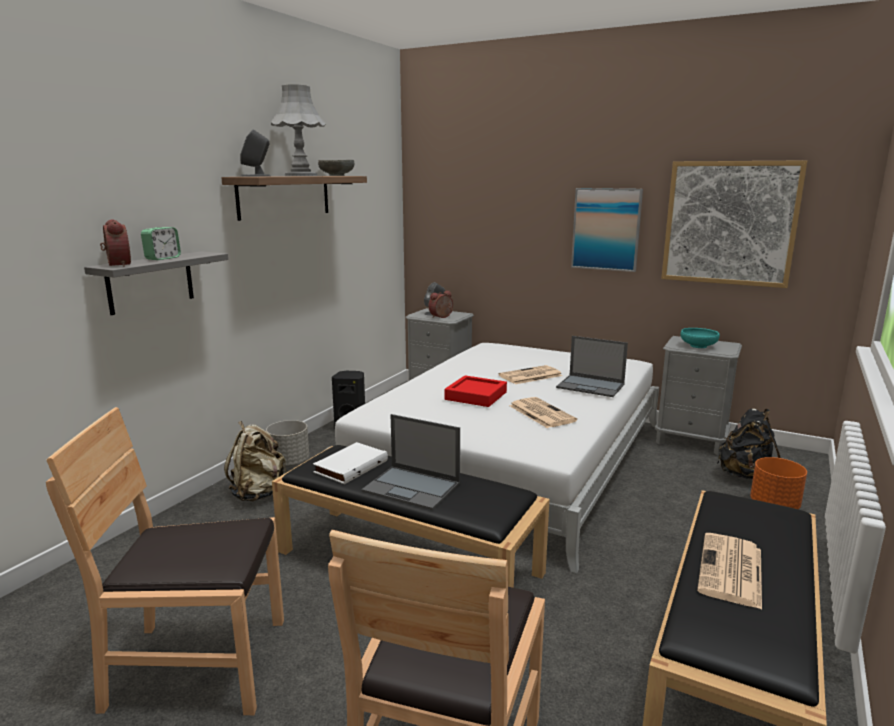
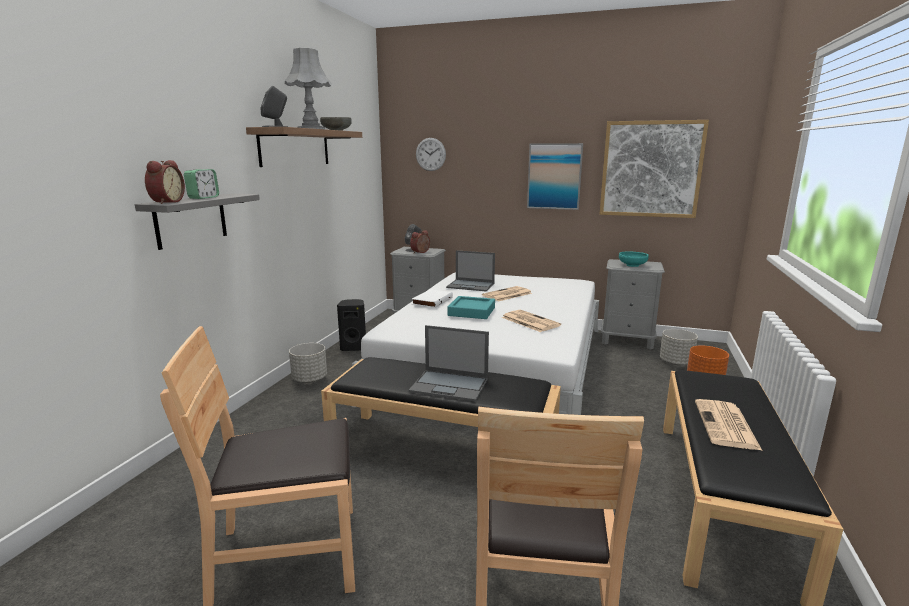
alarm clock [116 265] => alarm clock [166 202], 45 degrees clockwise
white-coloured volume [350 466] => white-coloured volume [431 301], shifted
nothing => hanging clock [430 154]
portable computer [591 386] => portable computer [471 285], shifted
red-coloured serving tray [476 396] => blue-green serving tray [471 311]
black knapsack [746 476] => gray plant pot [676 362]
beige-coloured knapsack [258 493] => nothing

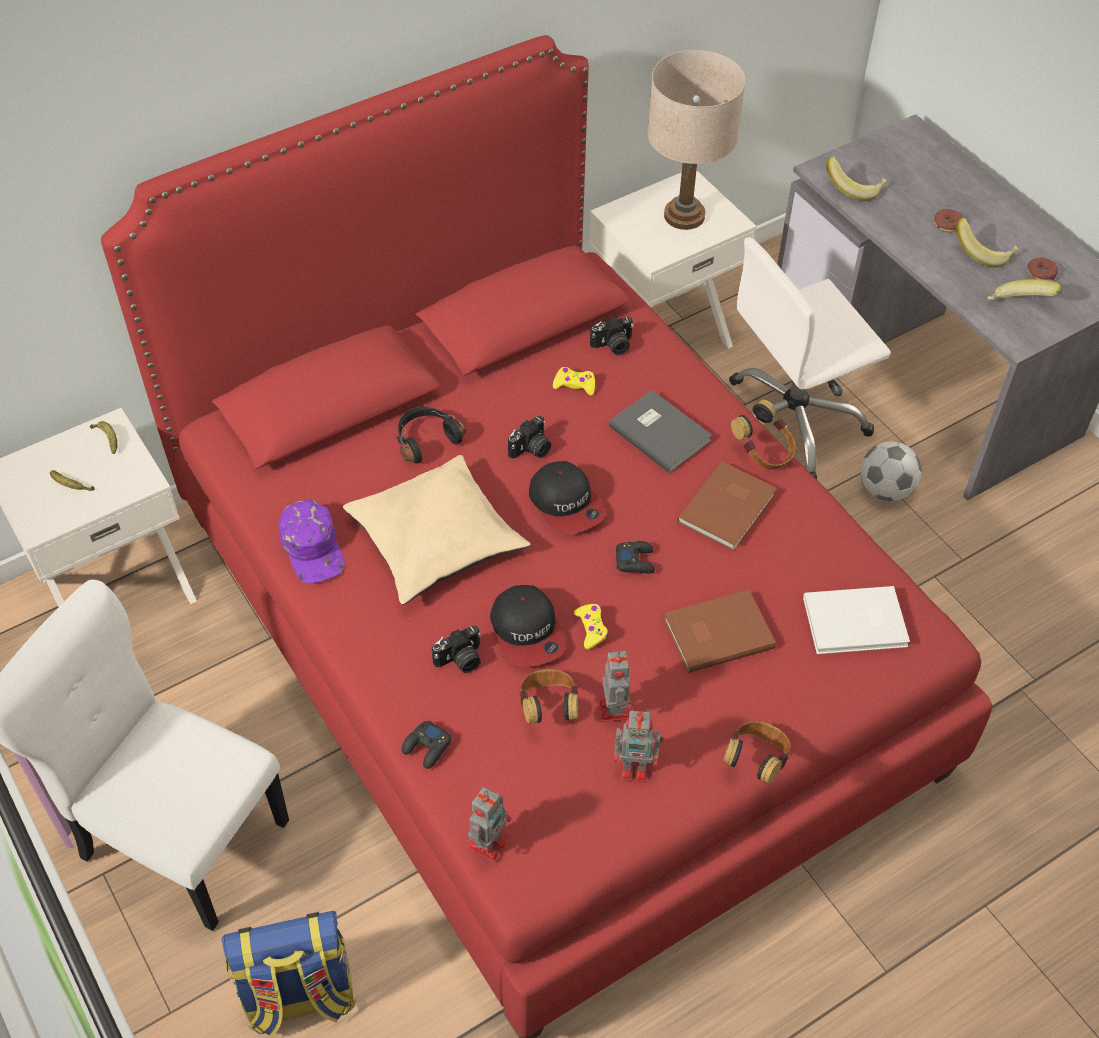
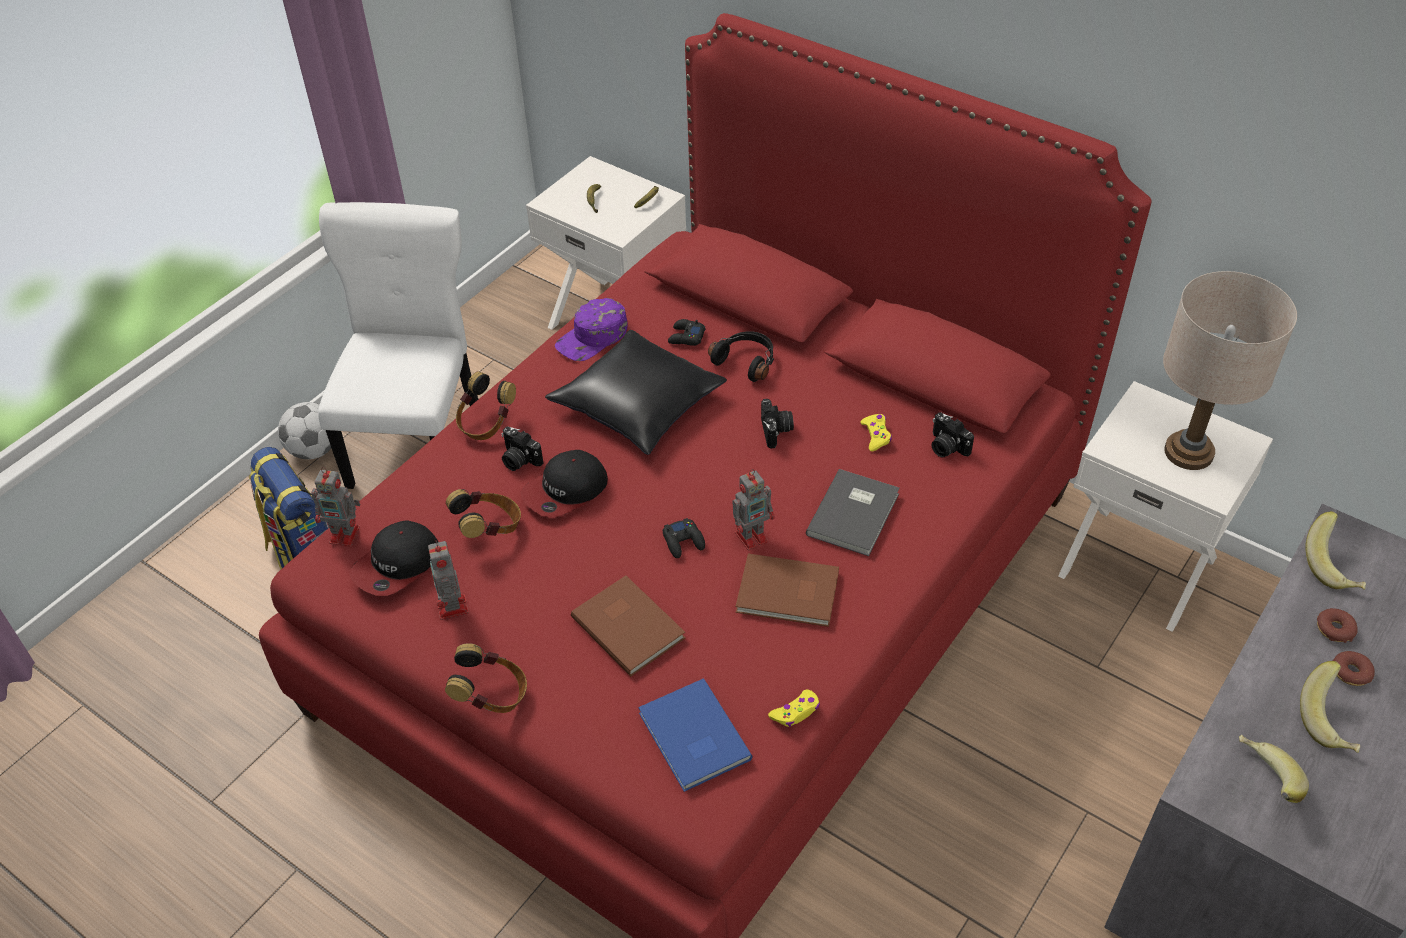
football ball [885 490] => football ball [314 450], shifted
baseball cap [566 503] => baseball cap [397 565], shifted
headphones [763 452] => headphones [486 424], shifted
beige-coloured throw pillow [436 539] => black throw pillow [639 404]
white-coloured volume [857 624] => blue volume [692 738]
black gamepad [427 747] => black gamepad [686 337], shifted
toy robot [614 708] => toy robot [752 536], shifted
still camera [531 449] => still camera [776 431], 120 degrees counterclockwise
yellowish gamepad [591 628] => yellowish gamepad [796 712], shifted
donut [1040 273] => donut [1334 629], shifted
white-coloured computer chair [791 423] => nothing

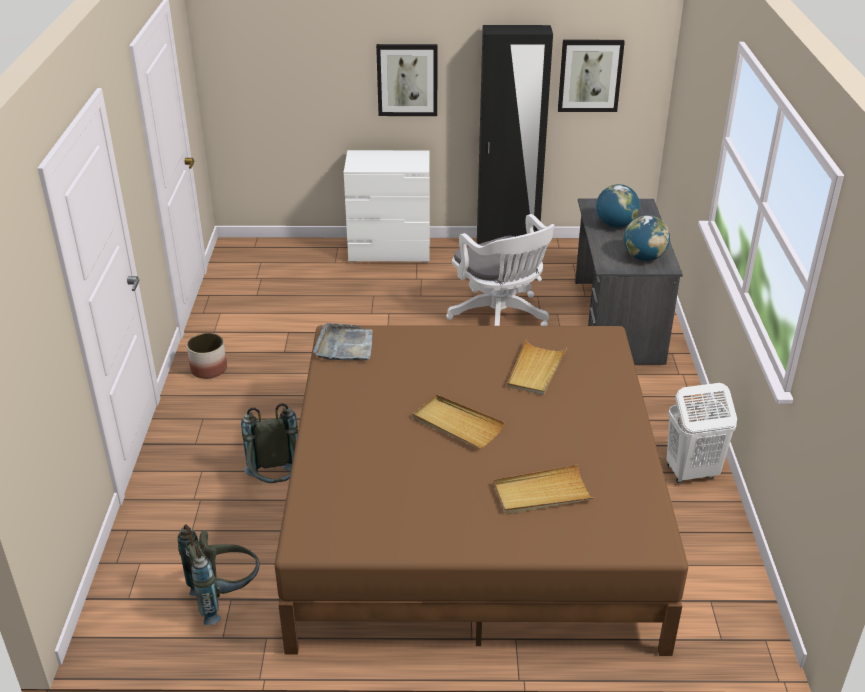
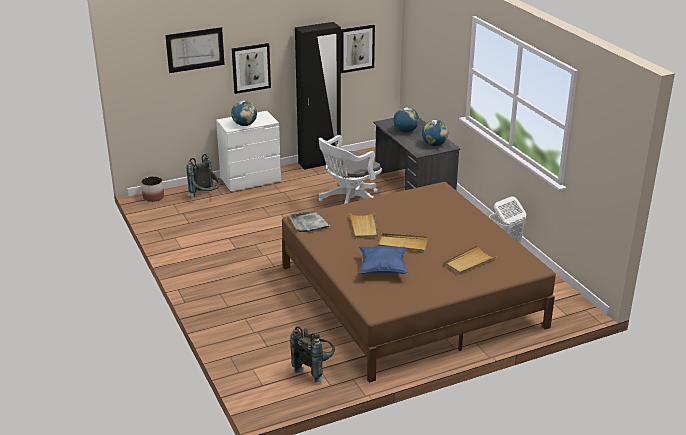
plant pot [209 369] => plant pot [153 197], shifted
nothing => wall picture [195 50]
gray knapsack [276 483] => gray knapsack [206 197], shifted
nothing => globe [244 125]
white-coloured computer chair [501 318] => white-coloured computer chair [348 202], 105 degrees clockwise
beige-coloured serving tray [535 370] => beige-coloured serving tray [364 227], shifted
nothing => blue throw pillow [382 269]

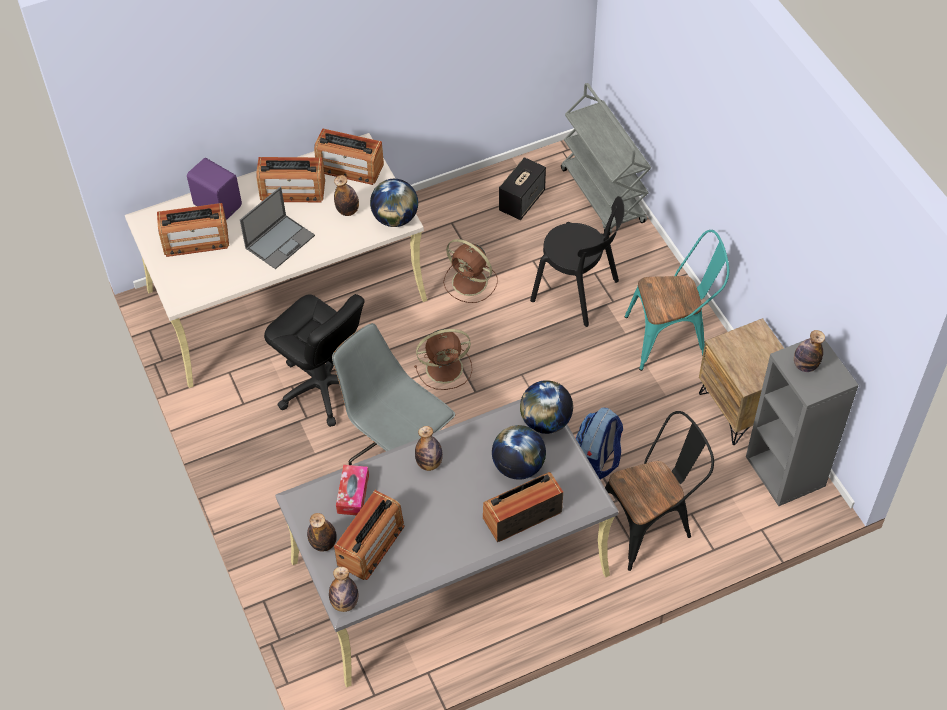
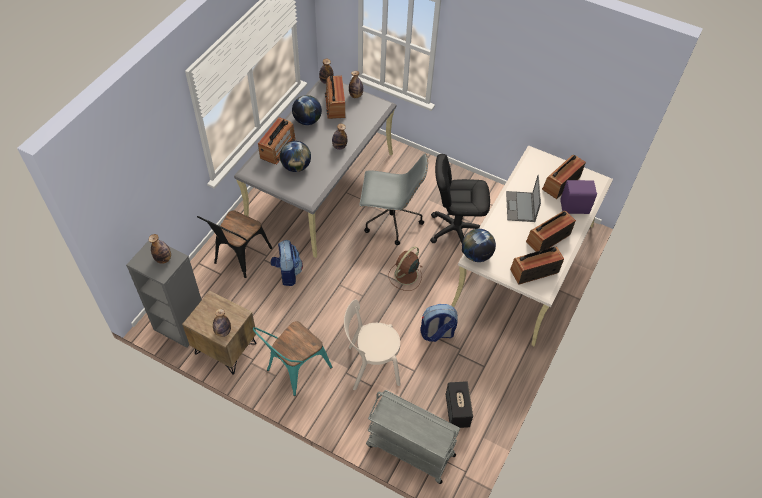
beverage bottle [348 211] => beverage bottle [223 332], shifted
globe [545 421] => globe [307 120], shifted
black upright chair [578 292] => beige-coloured upright chair [370 366]
brownish electric fan [471 282] => knapsack [437 333]
tissue box [353 494] => nothing

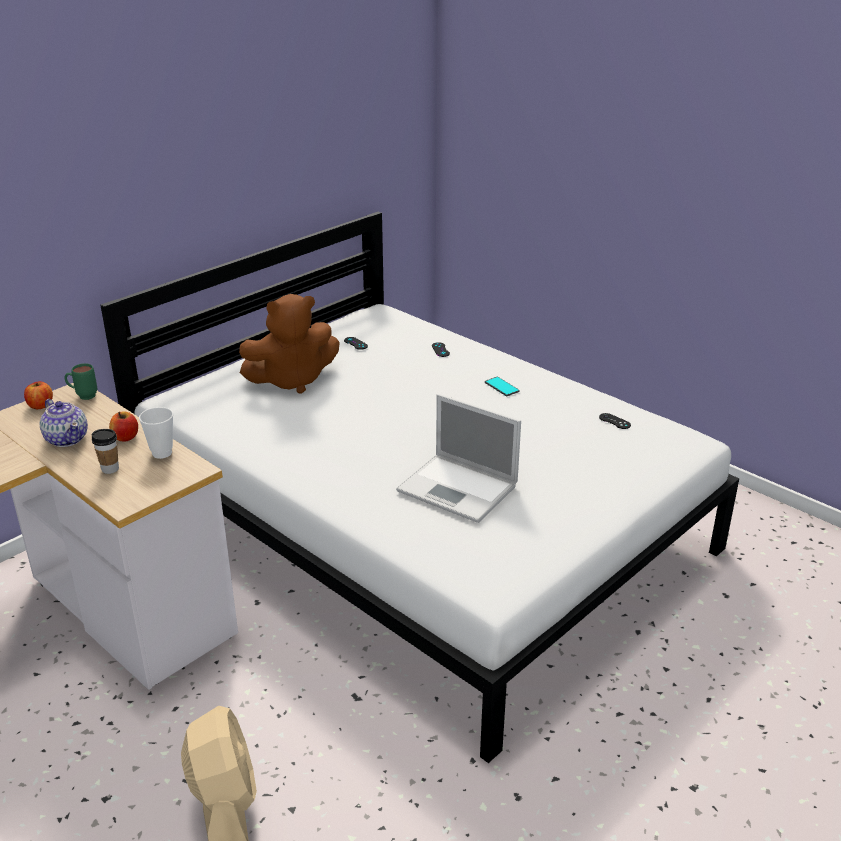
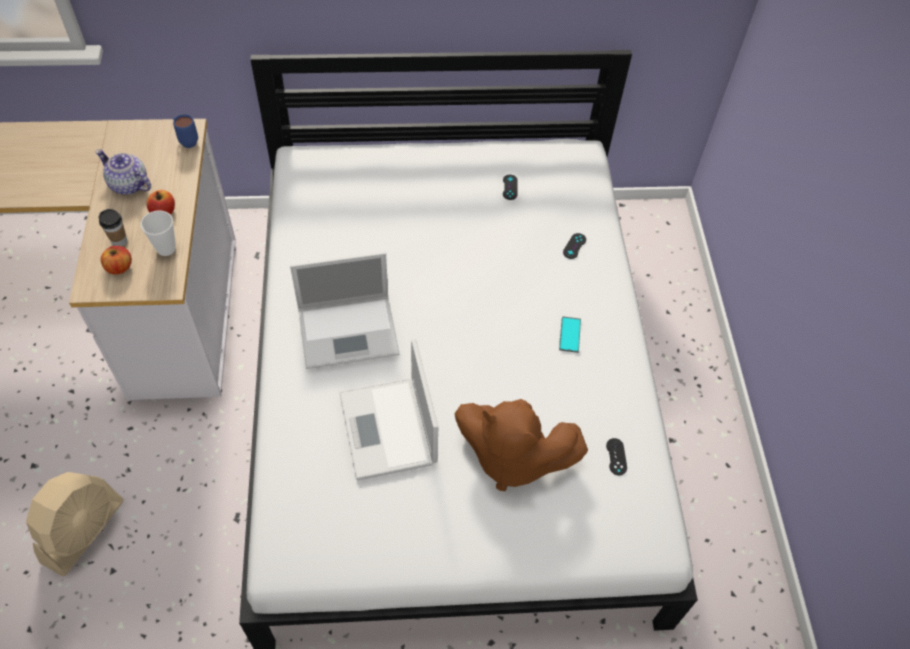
pot for tea [67 439] => pot for tea [129 185], 120 degrees clockwise
apple fruit [40 405] => apple fruit [119 267], shifted
green coffee mug [83 396] => blue coffee mug [187 141]
nothing => portable computer [350 330]
brownish soft toy [292 380] => brownish soft toy [511 457], shifted

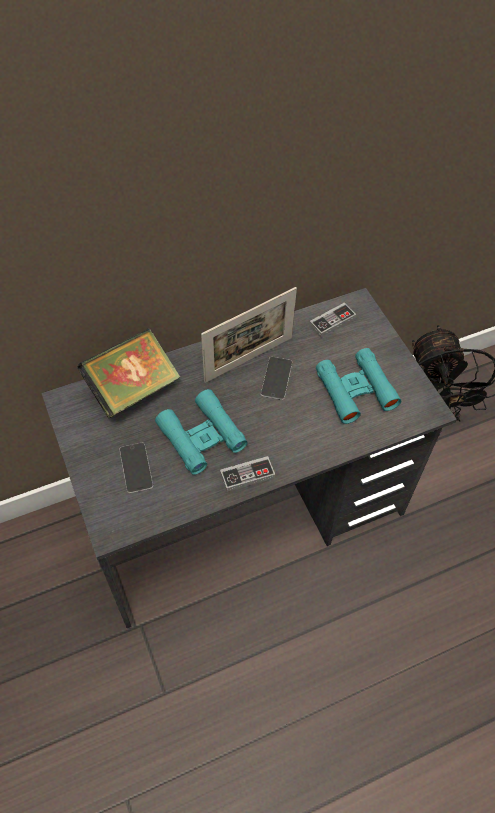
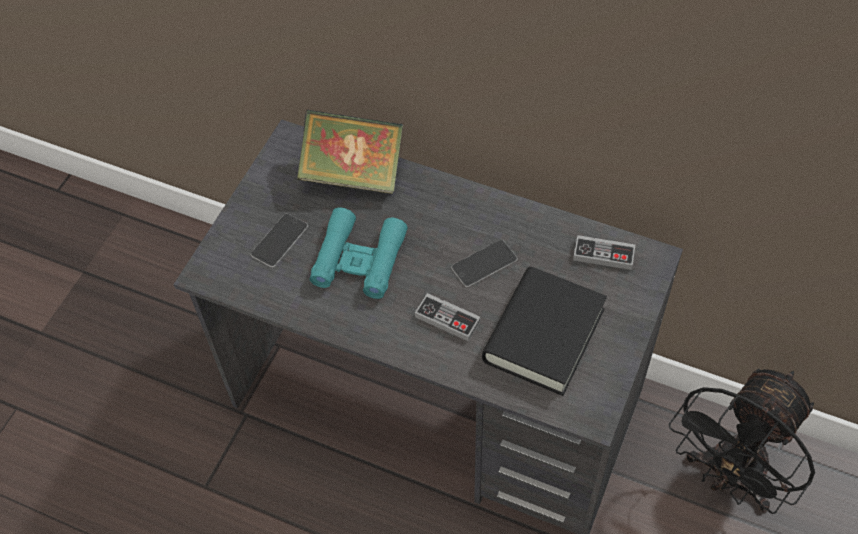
gamepad [247 475] => gamepad [447 319], shifted
blue-green binoculars [355 390] => black volume [543 335]
picture frame [249 359] => nothing

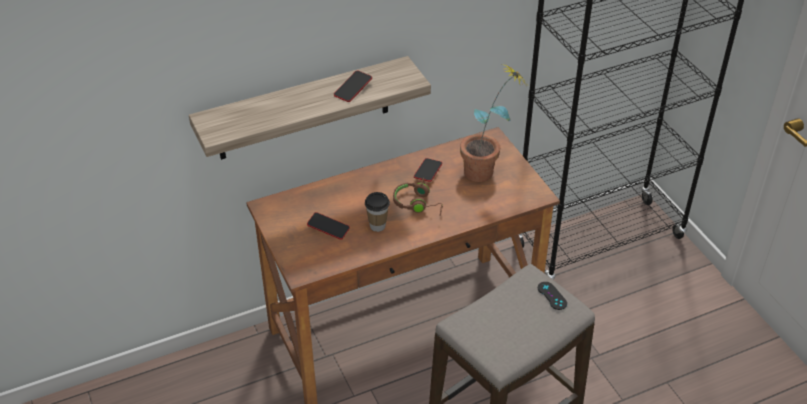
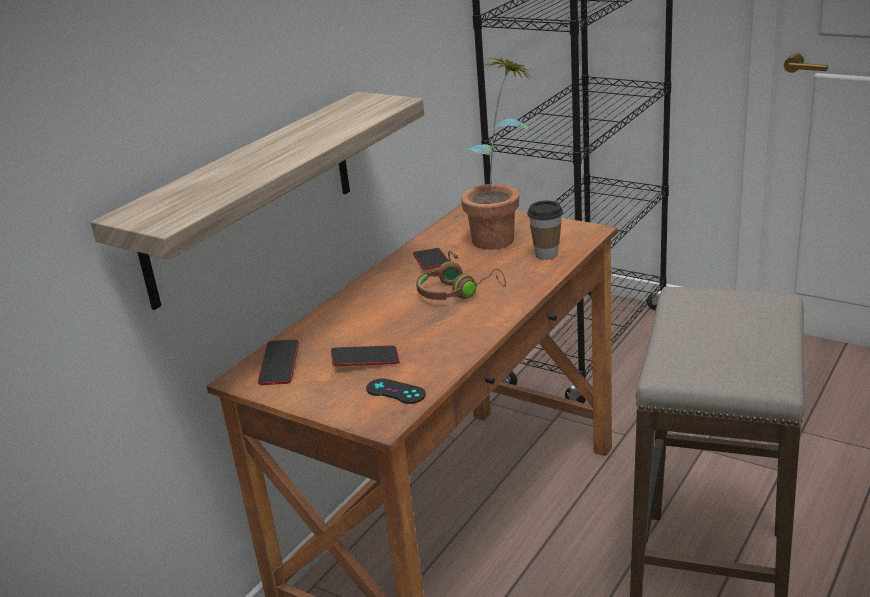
handset [353 89] => handset [279 366], shifted
black gamepad [552 296] => black gamepad [395 391], shifted
drinking cup [377 226] => drinking cup [546 254], shifted

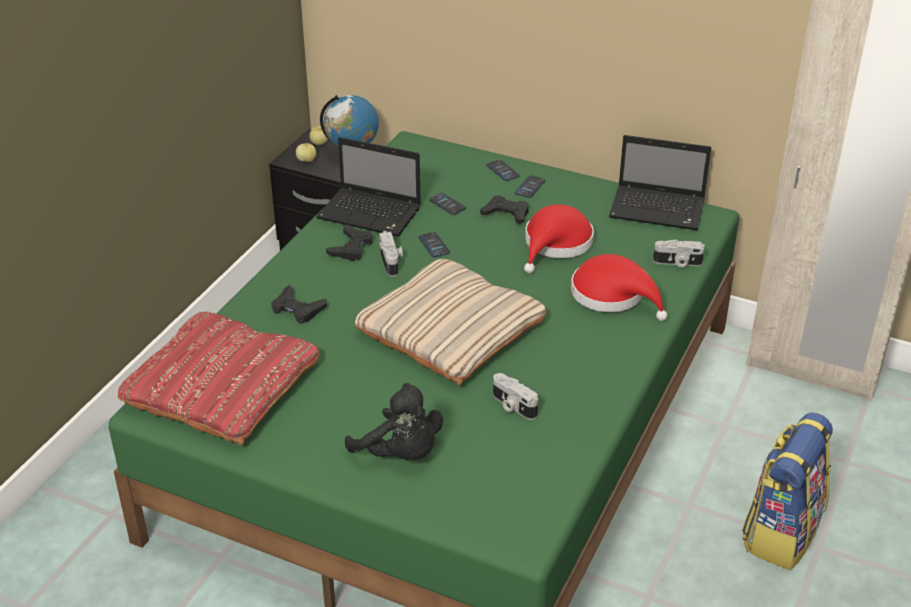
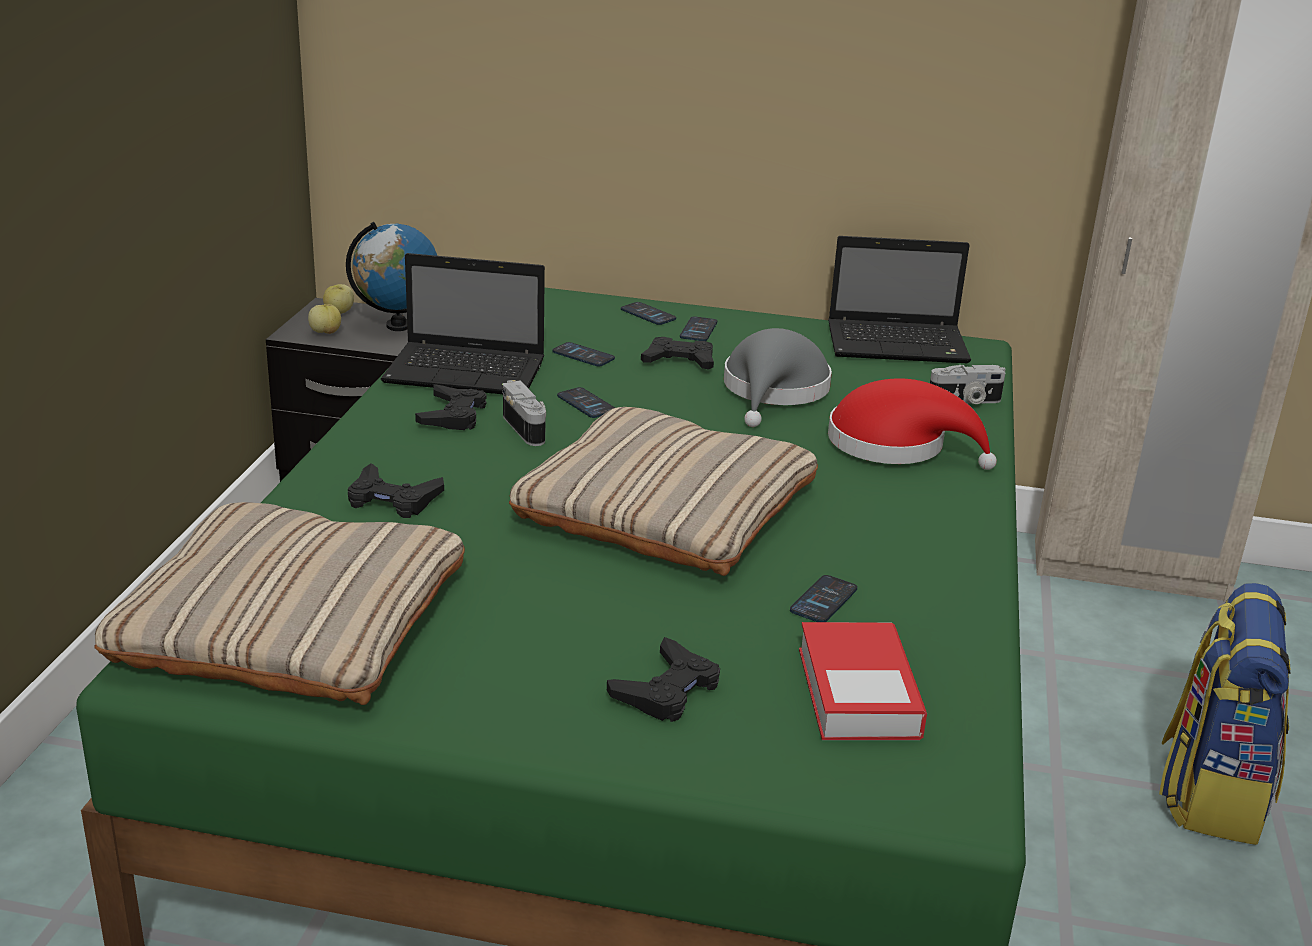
red-coloured throw pillow [222 386] => beige-coloured throw pillow [292 620]
black soft toy [401 454] => black gamepad [667 690]
red-coloured wearable hat [556 244] => gray wearable hat [774 391]
still camera [512 406] => handset [823 600]
nothing => volume [858 693]

